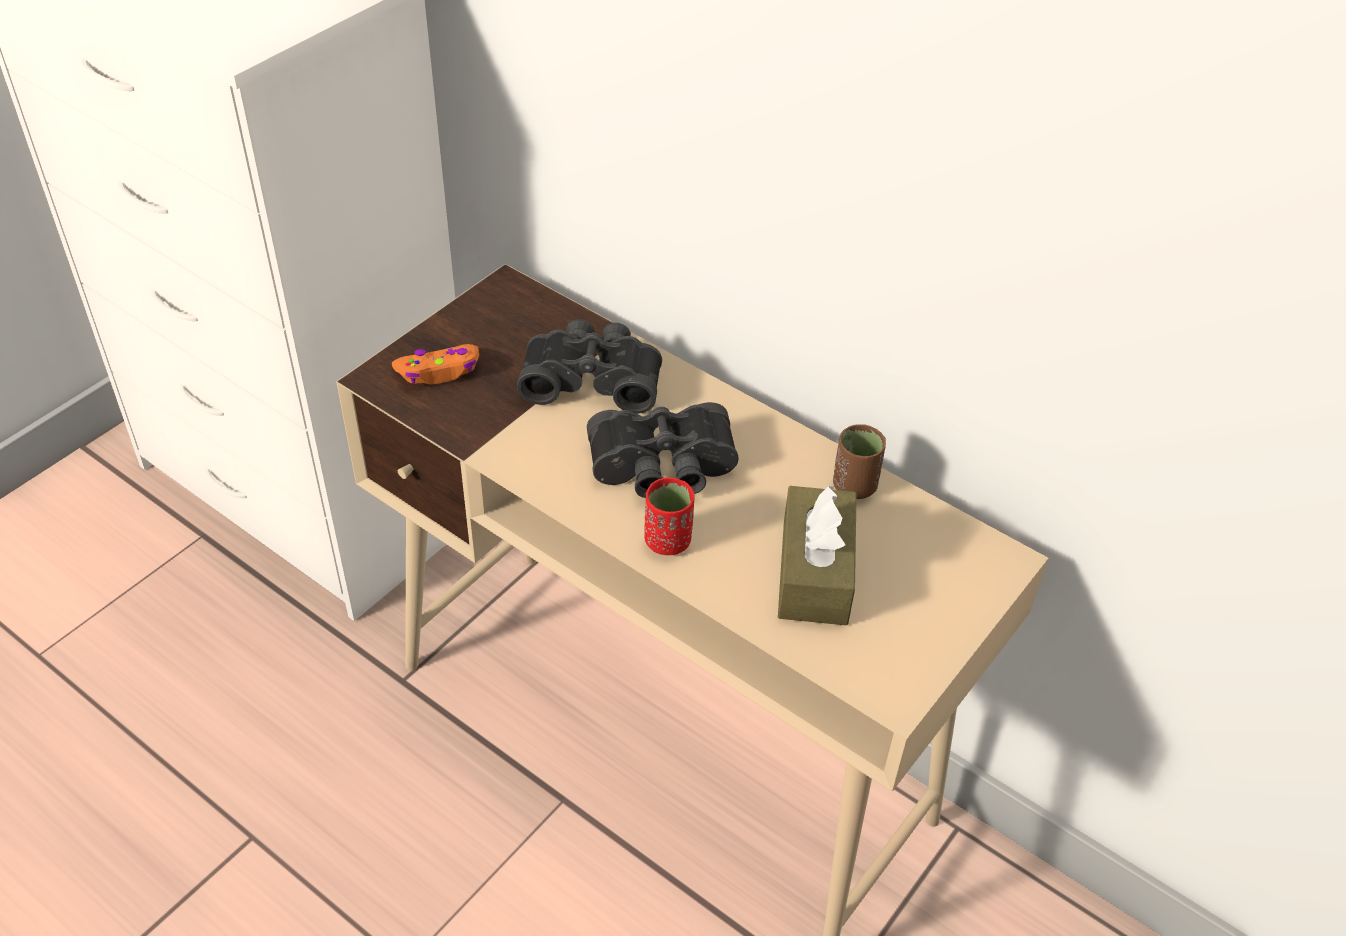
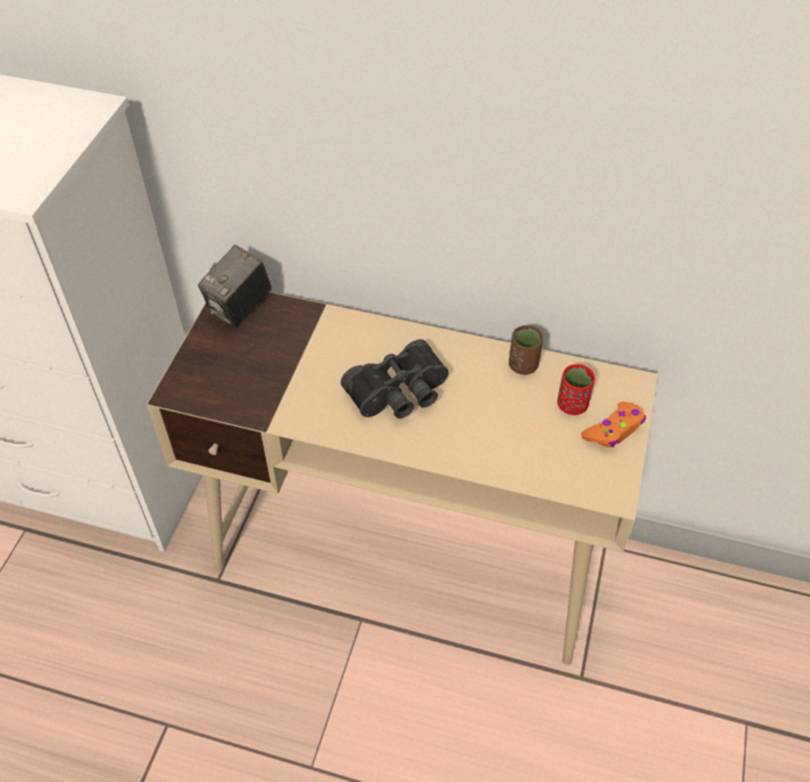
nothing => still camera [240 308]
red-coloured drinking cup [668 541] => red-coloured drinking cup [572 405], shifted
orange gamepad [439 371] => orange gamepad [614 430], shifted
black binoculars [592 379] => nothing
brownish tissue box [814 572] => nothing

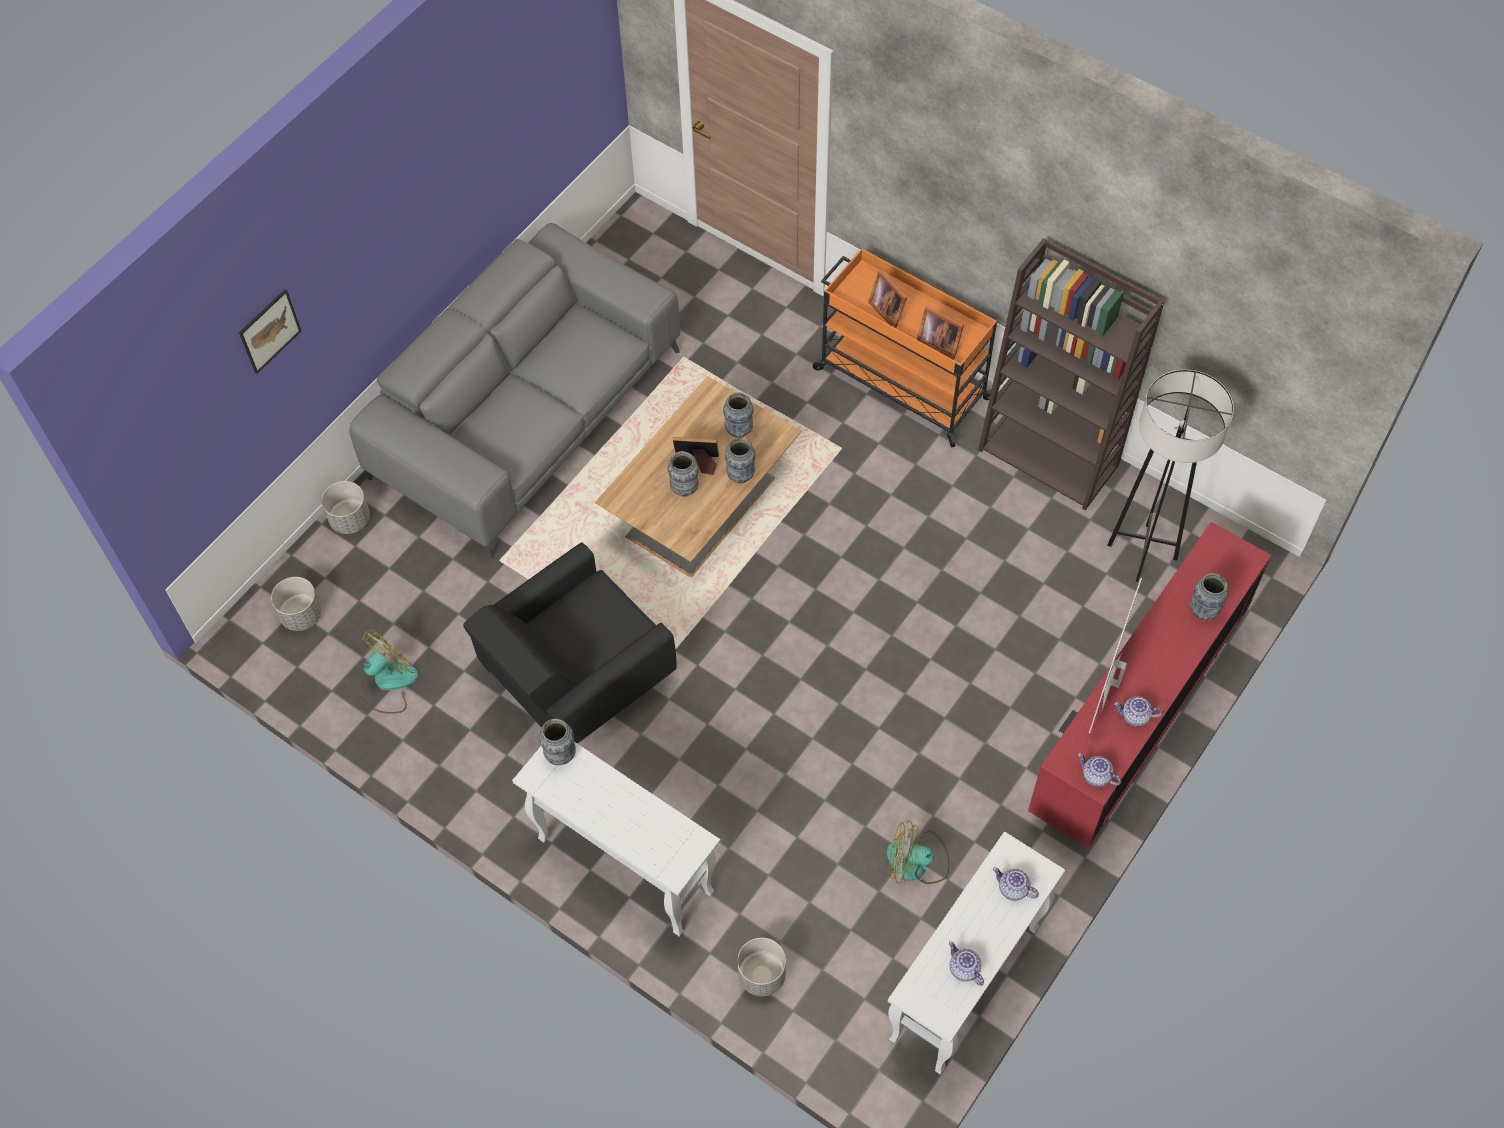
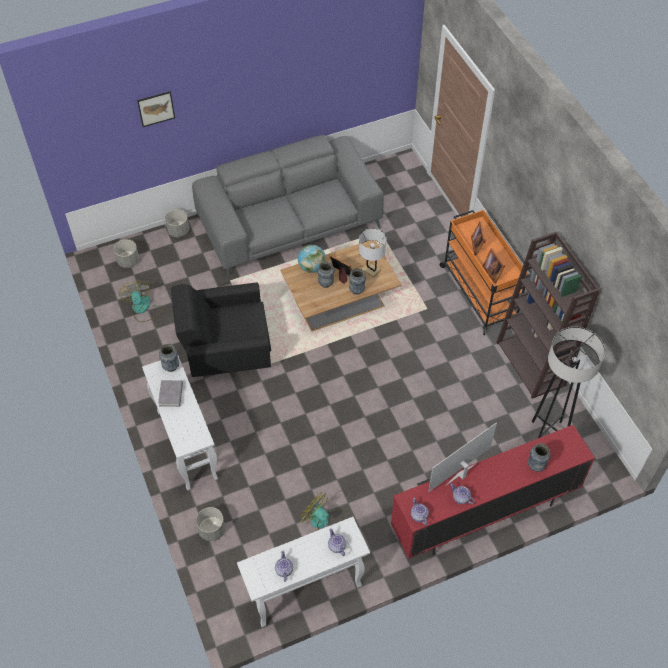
electric fan [387 683] => electric fan [143 309], 90 degrees counterclockwise
nothing => gray volume [171 395]
nothing => globe [312 267]
flower vase [739 430] => white-coloured table lamp [371 270]

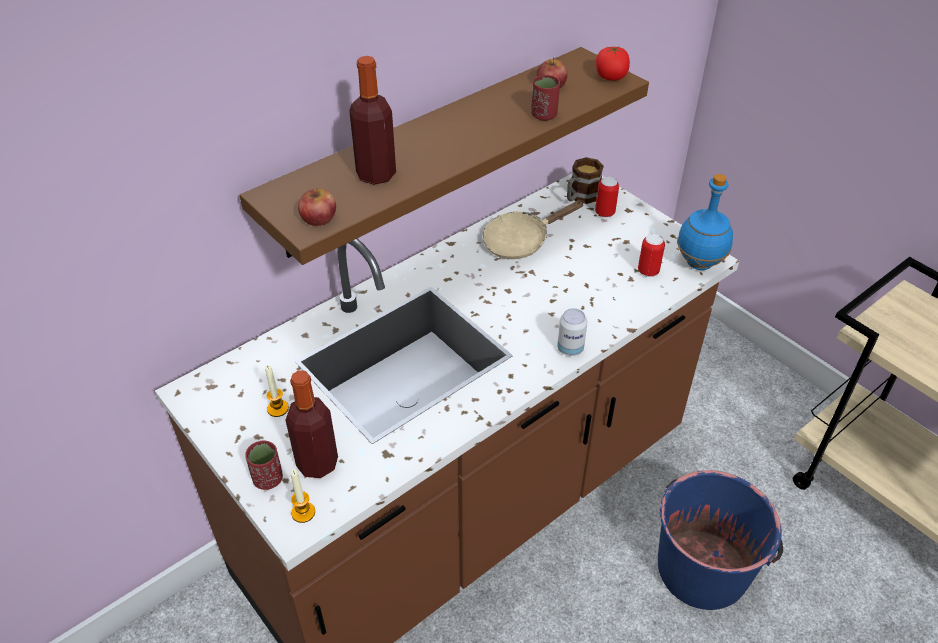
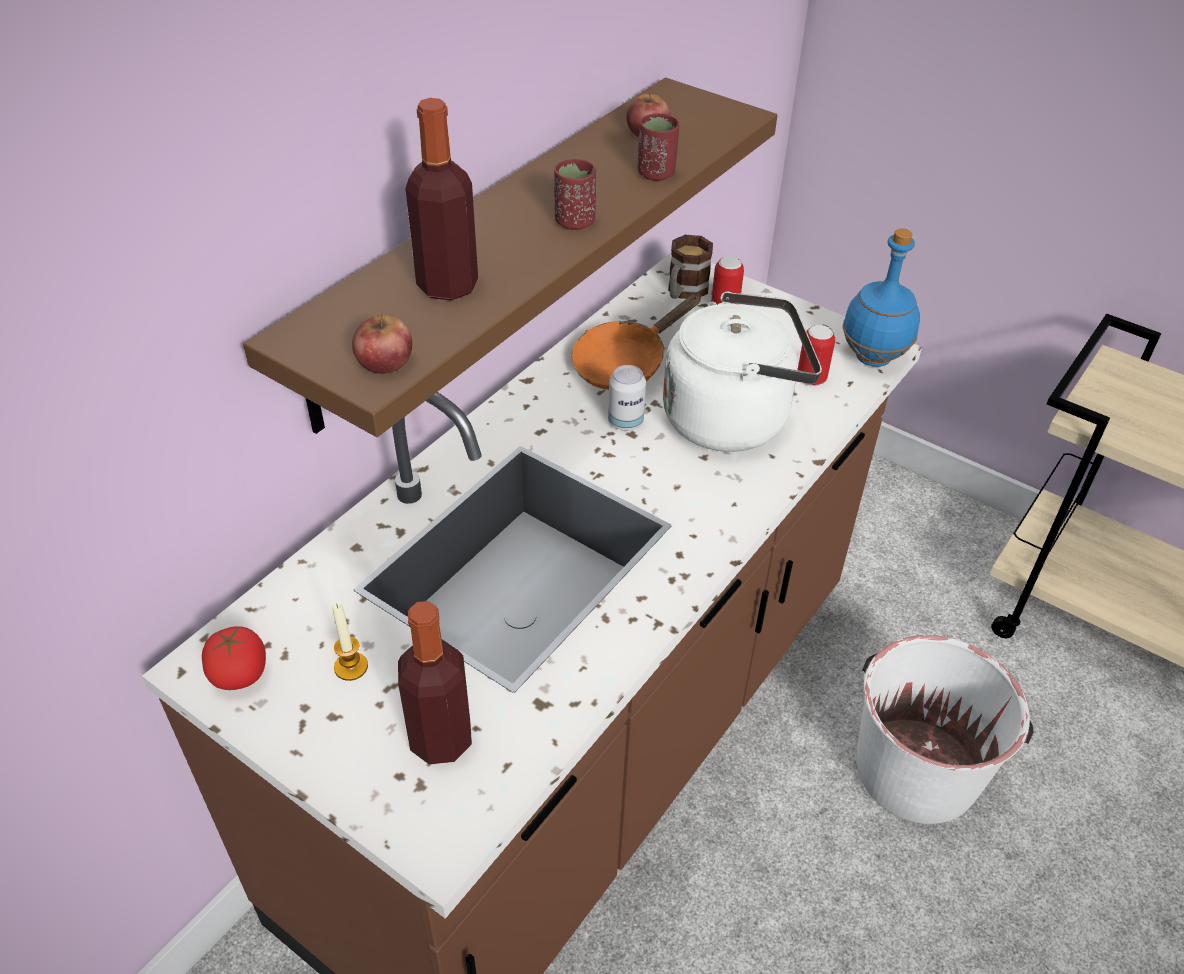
whole tomato [611 77] => whole tomato [239 674], shifted
red-coloured drinking cup [268 479] => red-coloured drinking cup [574 222], shifted
beige-coloured pan [521 241] => orange pan [625 363]
metal can [570 349] => metal can [625 422], shifted
nothing => white-coloured kettle [733 418]
blue water bucket [702 568] => white-coloured water bucket [916 769]
wax light [303 512] => nothing

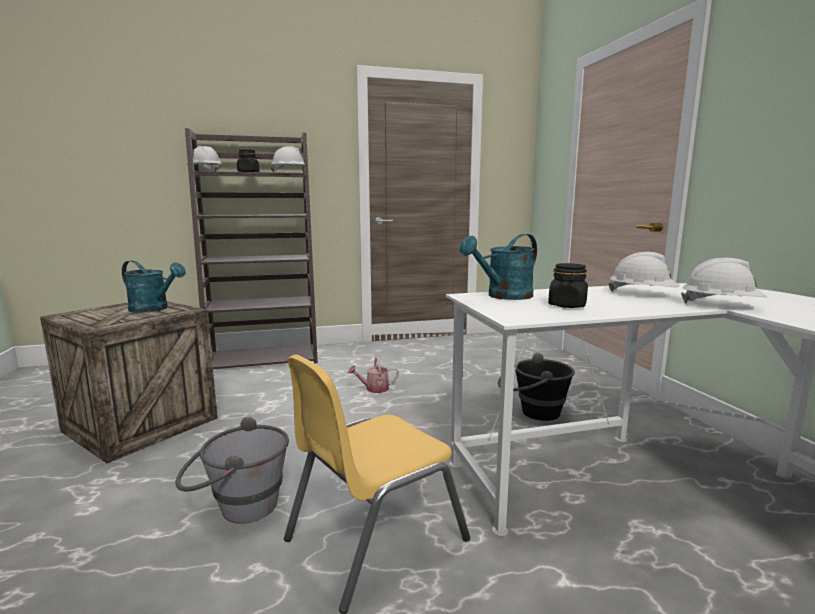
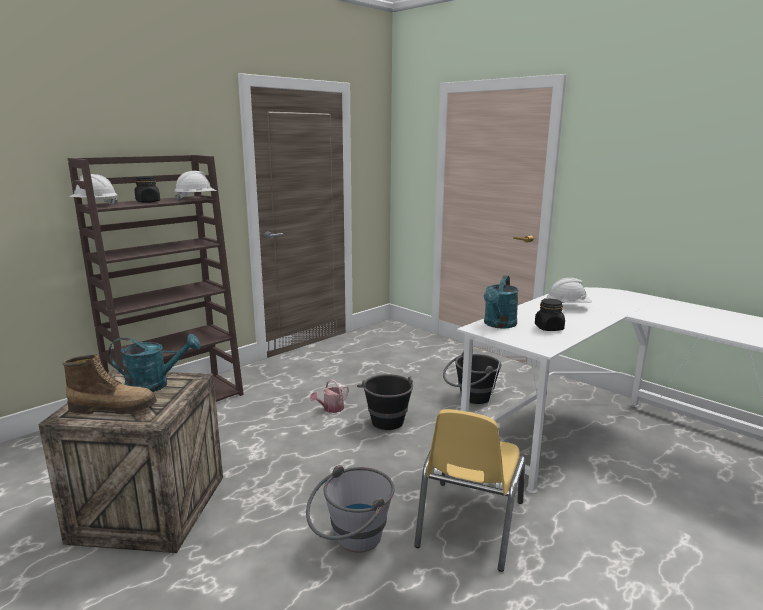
nothing => tall boot [114 408]
nothing => black water bucket [385 418]
white-coloured work helmet [721 305] => nothing

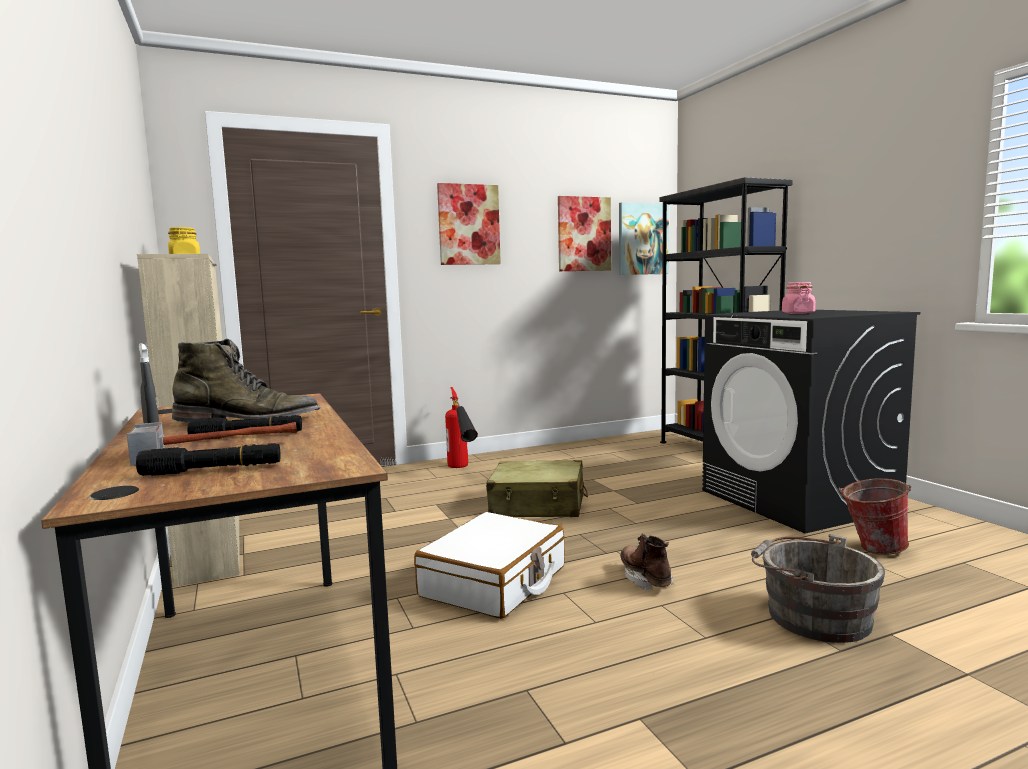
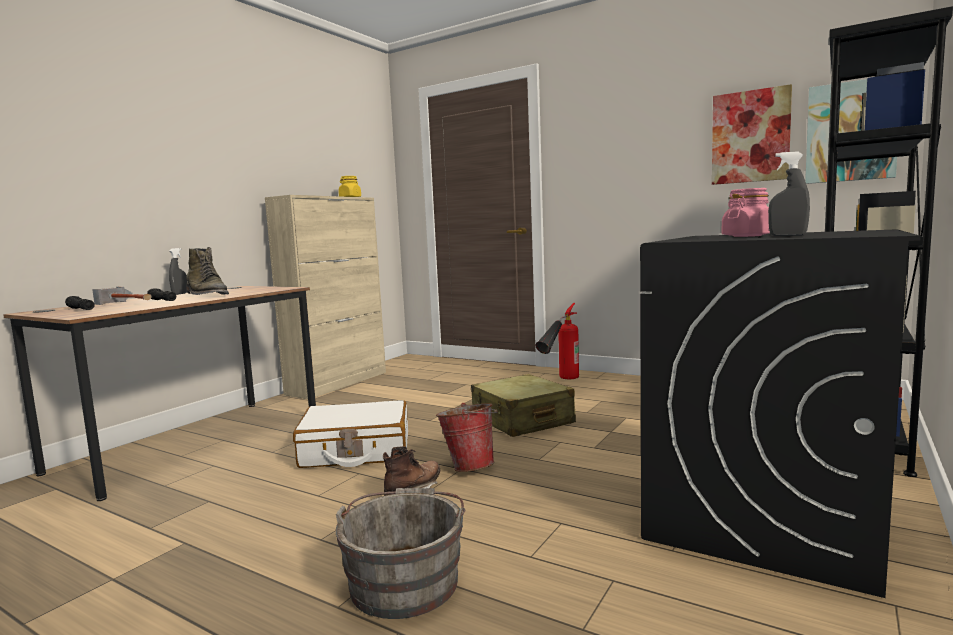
water bucket [872 548] => water bucket [469 466], shifted
nothing => gray sprayer [787 236]
wall picture [468 225] => nothing

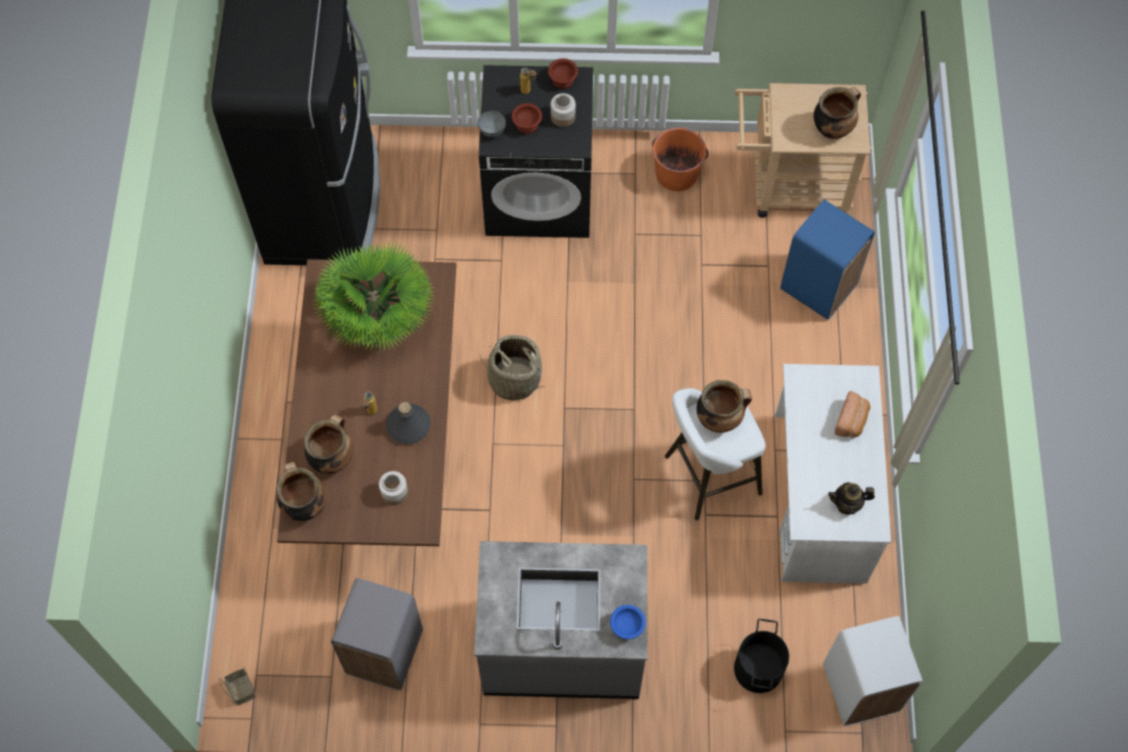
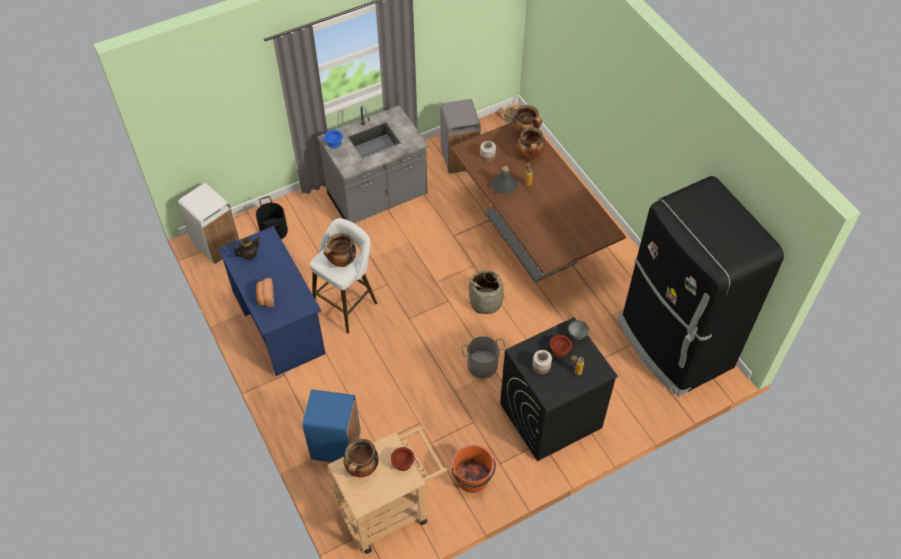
white-coloured desk unit [819 497] => blue desk unit [278 322]
brownish serving bowl [562 80] => brownish serving bowl [403 462], shifted
nothing => gray water bucket [482 364]
potted plant [379 321] => nothing

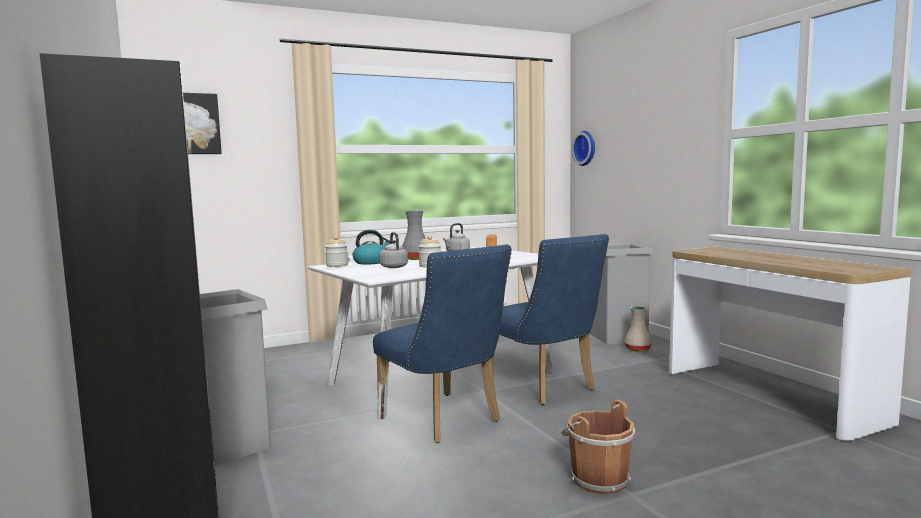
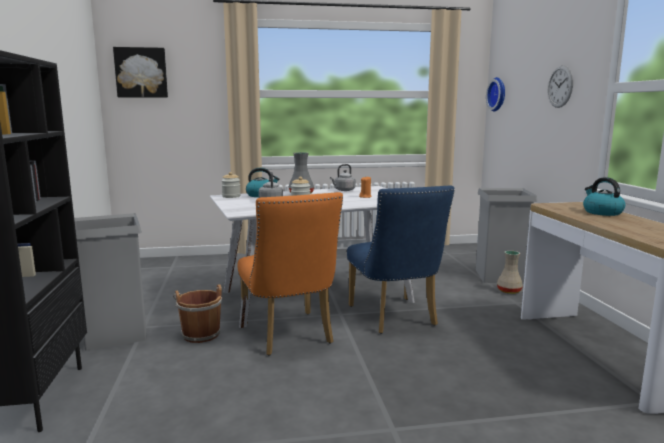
brownish water bucket [597 479] => brownish water bucket [200 334], shifted
blue upright chair [445 420] => orange upright chair [289 336]
nothing => hanging clock [560 86]
nothing => kettle [601 212]

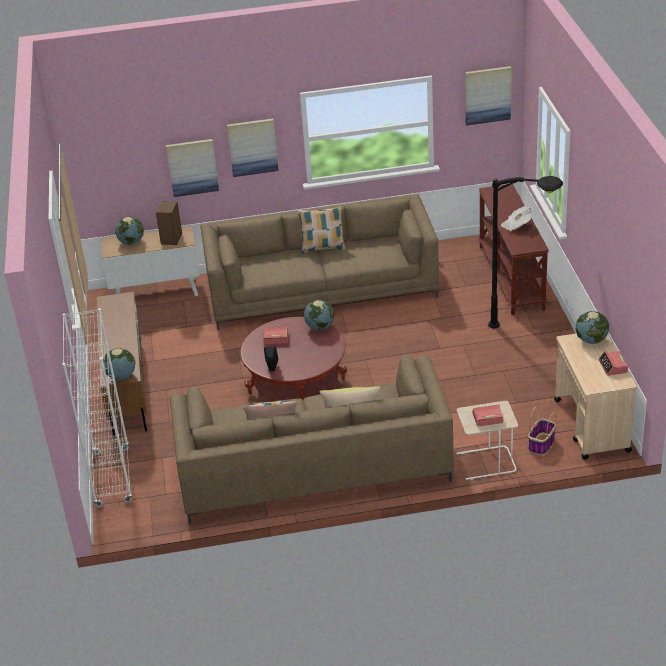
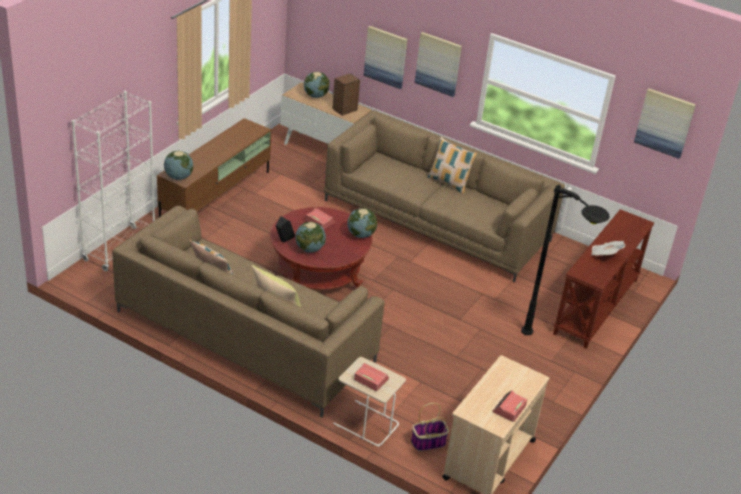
globe [591 340] => globe [309 249], shifted

